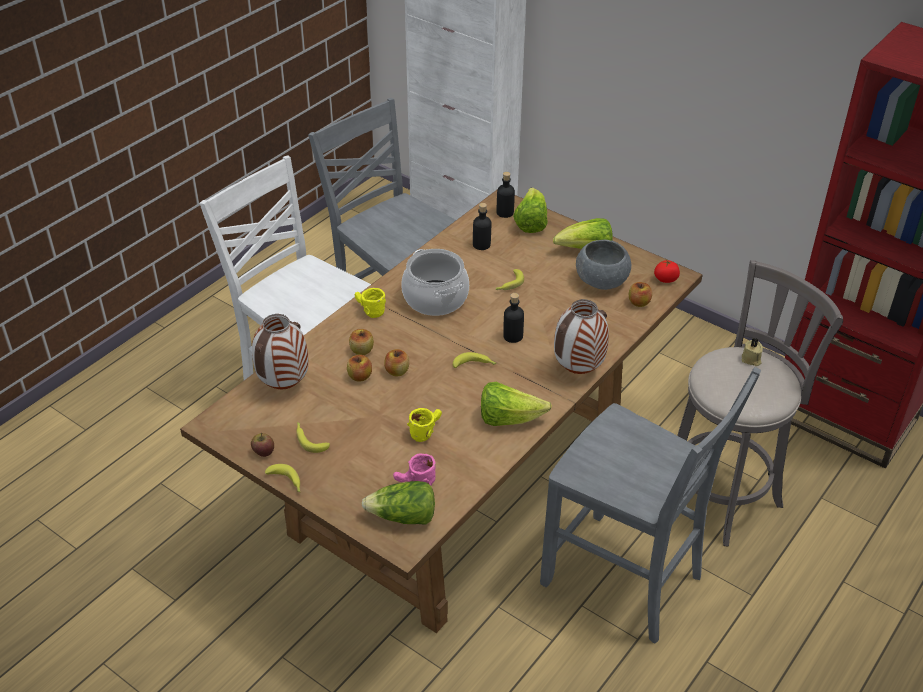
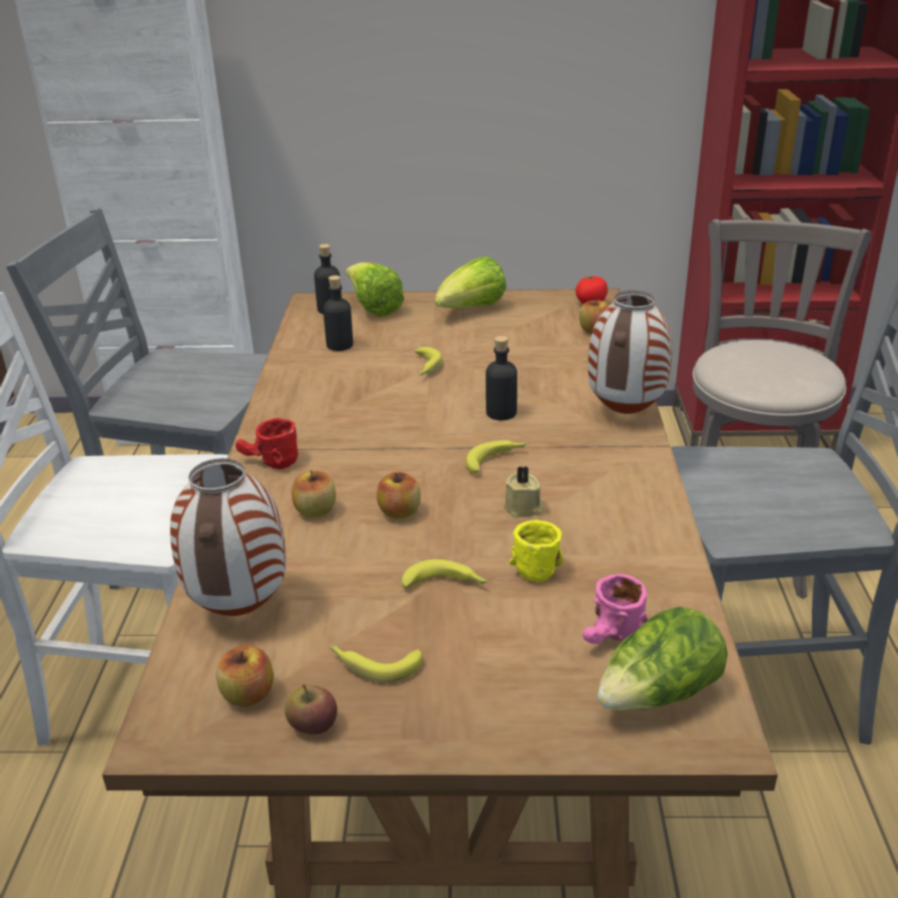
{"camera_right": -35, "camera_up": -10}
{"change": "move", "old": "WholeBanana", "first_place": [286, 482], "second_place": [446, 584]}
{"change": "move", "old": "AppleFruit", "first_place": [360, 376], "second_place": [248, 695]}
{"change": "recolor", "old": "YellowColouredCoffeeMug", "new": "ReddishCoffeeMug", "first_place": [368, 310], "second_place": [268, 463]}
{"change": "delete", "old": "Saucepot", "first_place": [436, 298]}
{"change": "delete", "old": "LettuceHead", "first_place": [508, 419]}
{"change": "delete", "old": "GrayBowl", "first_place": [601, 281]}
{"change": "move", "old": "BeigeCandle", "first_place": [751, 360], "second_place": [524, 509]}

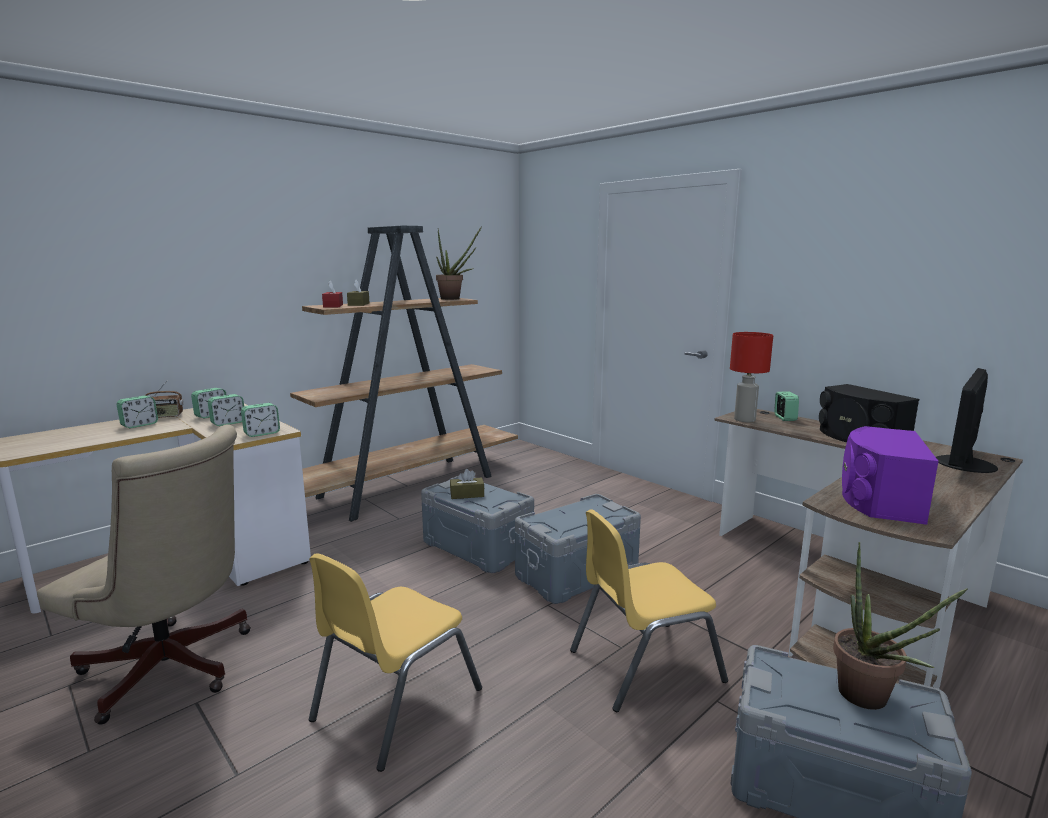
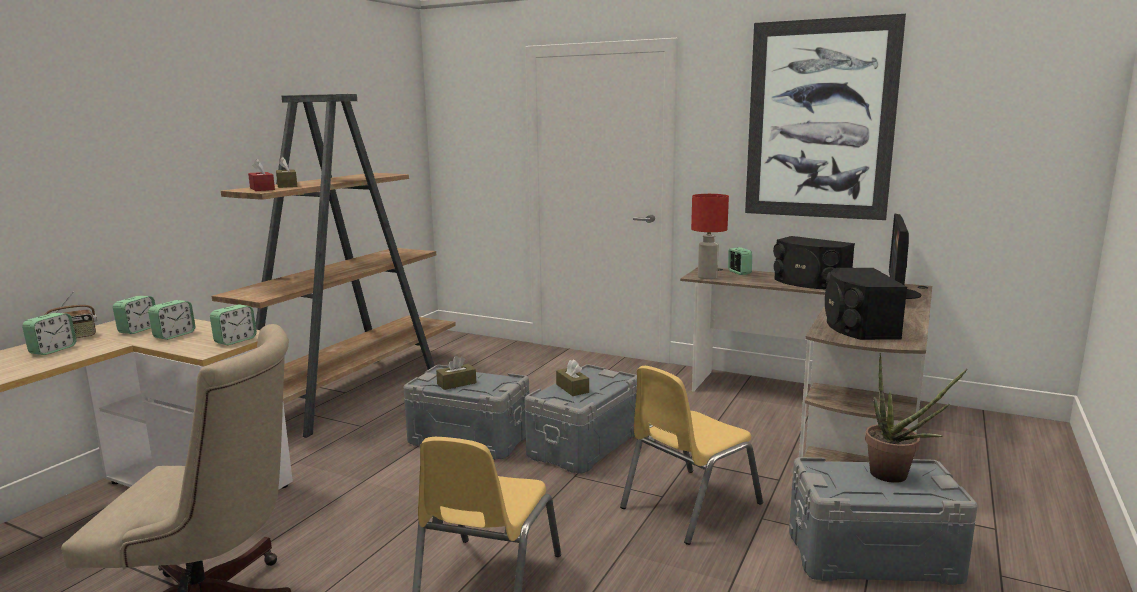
{"camera_right": -20, "camera_up": 0}
{"change": "delete", "old": "PottedPlant", "first_place": [454, 299]}
{"change": "recolor", "old": "PurpleLoudspeaker", "new": "BlackLoudspeaker", "first_place": [879, 499], "second_place": [857, 326]}
{"change": "insert", "new": "BrownishTissueBox", "second_place": [572, 388]}
{"change": "insert", "new": "WallArt", "second_place": [819, 120]}

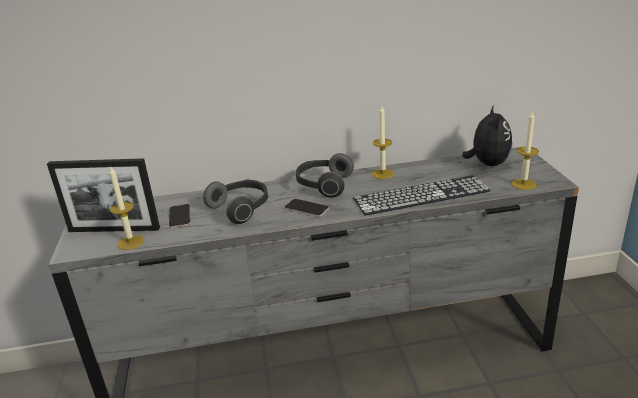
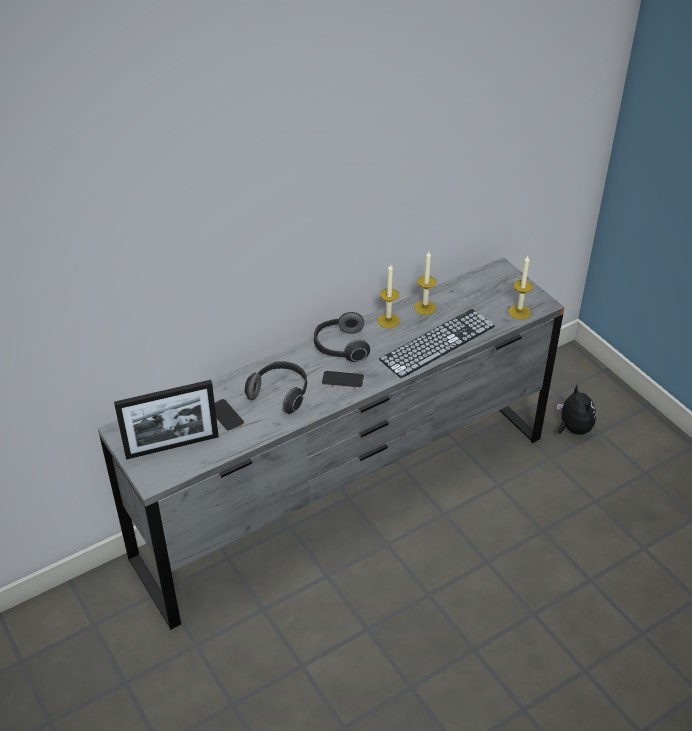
{"camera_right": -25, "camera_up": 15}
{"change": "move", "old": "Candle", "first_place": [131, 242], "second_place": [425, 307]}
{"change": "move", "old": "CuddlyToy", "first_place": [487, 164], "second_place": [573, 429]}

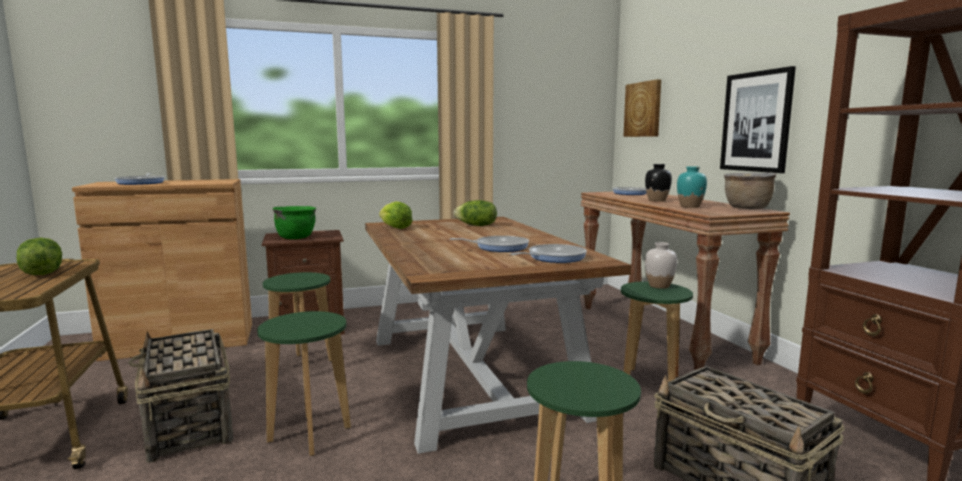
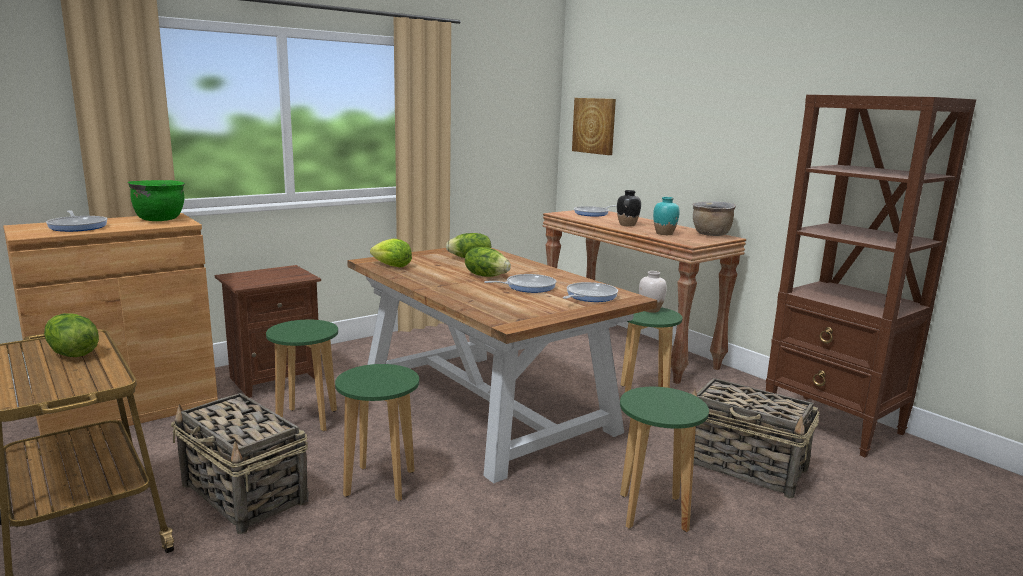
{"camera_right": -20, "camera_up": 5}
{"change": "move", "old": "GreenishSaucepot", "first_place": [296, 237], "second_place": [160, 219]}
{"change": "delete", "old": "WallArt", "first_place": [756, 122]}
{"change": "insert", "new": "LettuceHead", "second_place": [486, 276]}

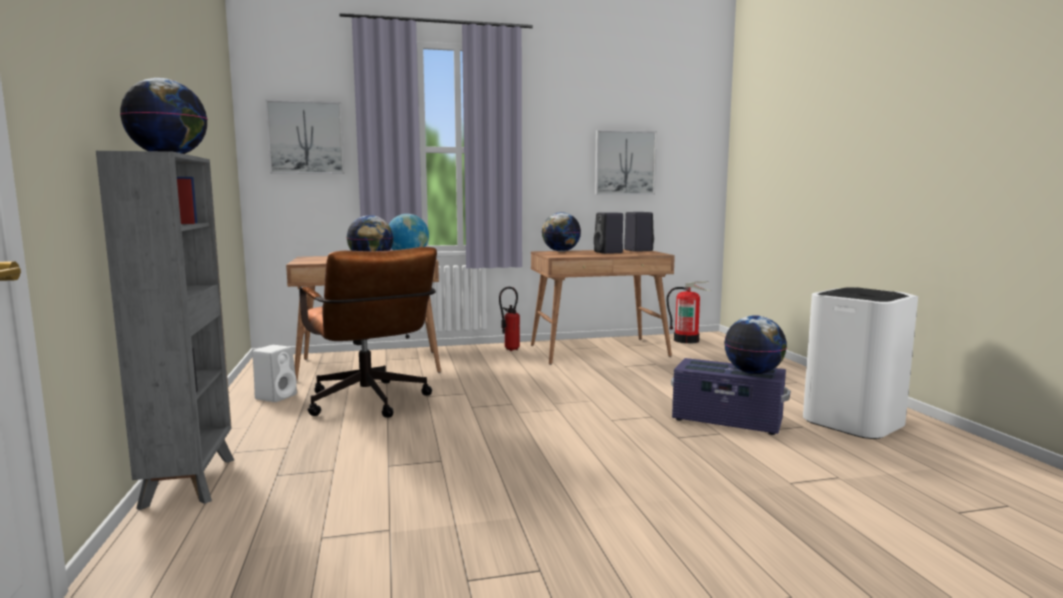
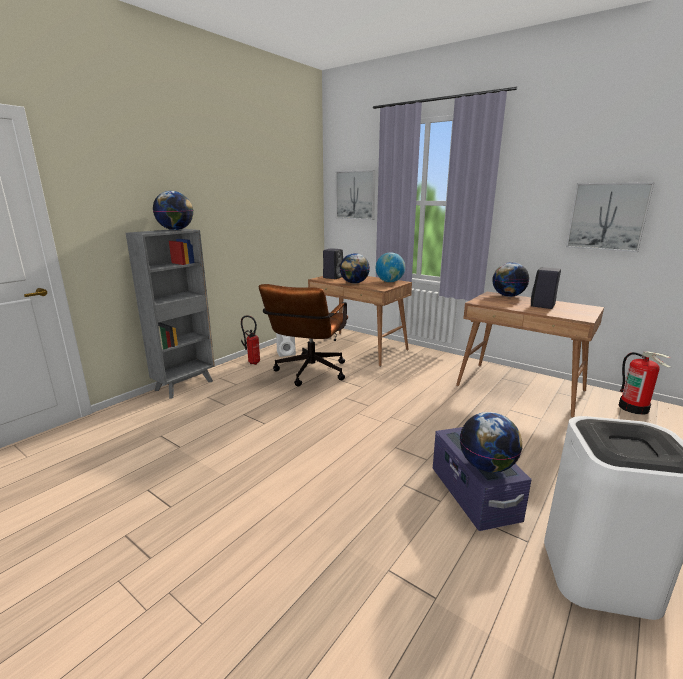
{"camera_right": 50, "camera_up": 10}
{"change": "move", "old": "Extinguisher", "first_place": [509, 349], "second_place": [252, 362]}
{"change": "move", "old": "BlackLoudspeaker", "first_place": [637, 250], "second_place": [333, 277]}

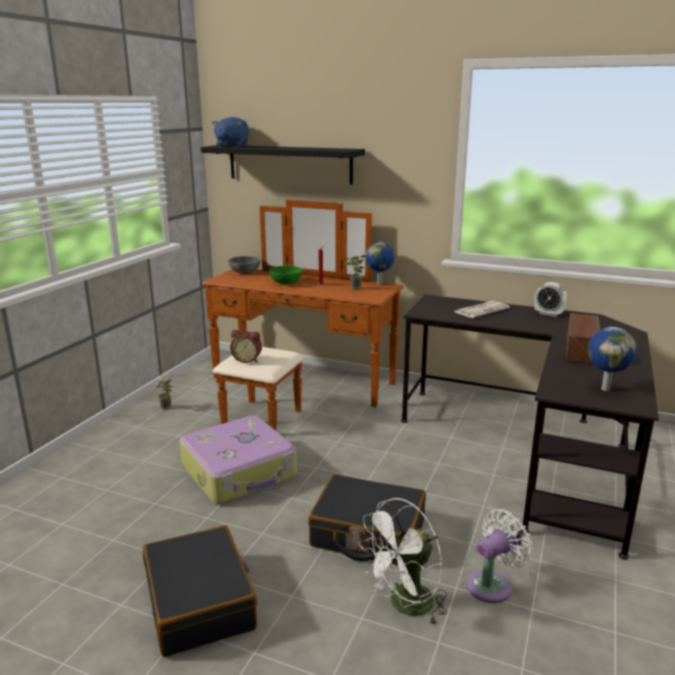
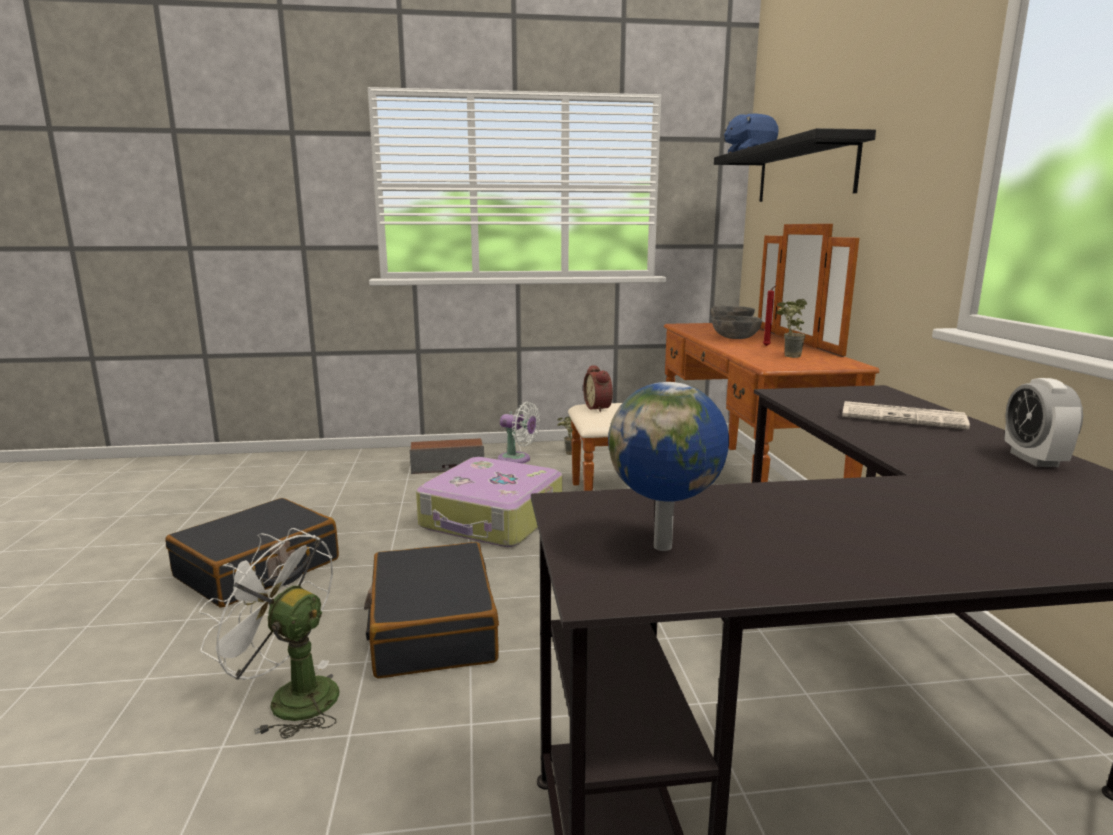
{"camera_right": 60, "camera_up": -5}
{"change": "recolor", "old": "GreenishBowl", "new": "GrayBowl", "first_place": [285, 282], "second_place": [735, 338]}
{"change": "delete", "old": "WorldGlobe", "first_place": [380, 284]}
{"change": "move", "old": "WhiteElectricFan", "first_place": [492, 585], "second_place": [517, 459]}
{"change": "move", "old": "Loudspeaker", "first_place": [580, 349], "second_place": [447, 467]}

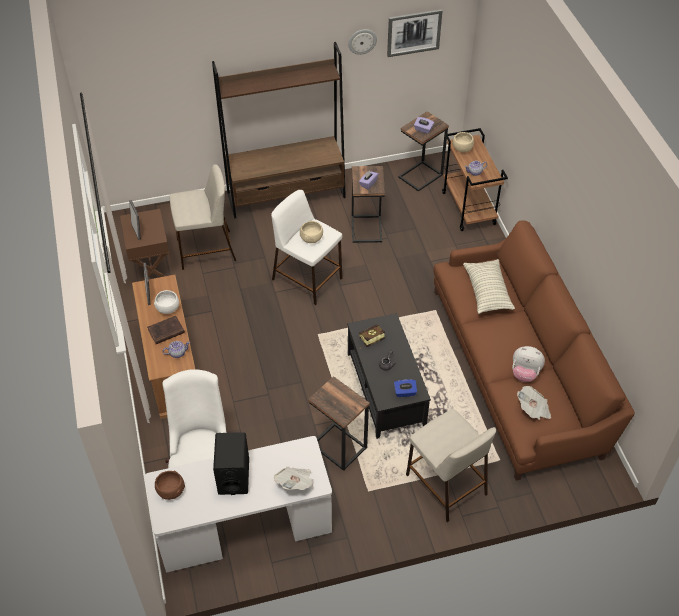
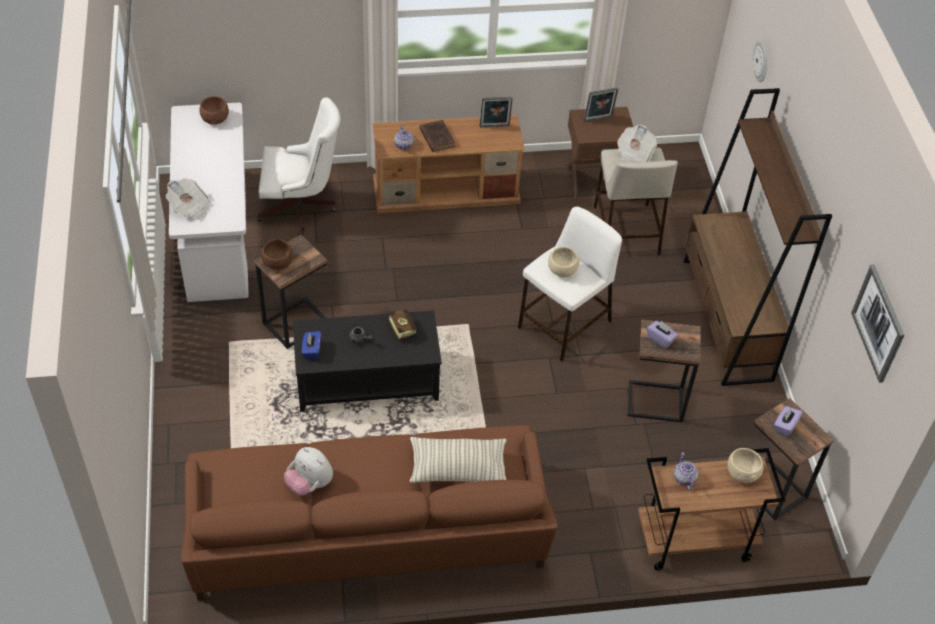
{"camera_right": 95, "camera_up": 0}
{"change": "delete", "old": "WhiteBowl", "first_place": [168, 308]}
{"change": "delete", "old": "BlackLoudspeaker", "first_place": [233, 476]}
{"change": "move", "old": "HangingClock", "first_place": [362, 41], "second_place": [761, 61]}
{"change": "delete", "old": "BeigeStool", "first_place": [445, 484]}
{"change": "rotate", "old": "CuddlyToy", "first_place": [525, 373], "second_place": [310, 484], "degrees": -75}
{"change": "move", "old": "DailyPaper", "first_place": [533, 409], "second_place": [633, 155]}
{"change": "insert", "new": "BrownishBowl", "second_place": [277, 263]}

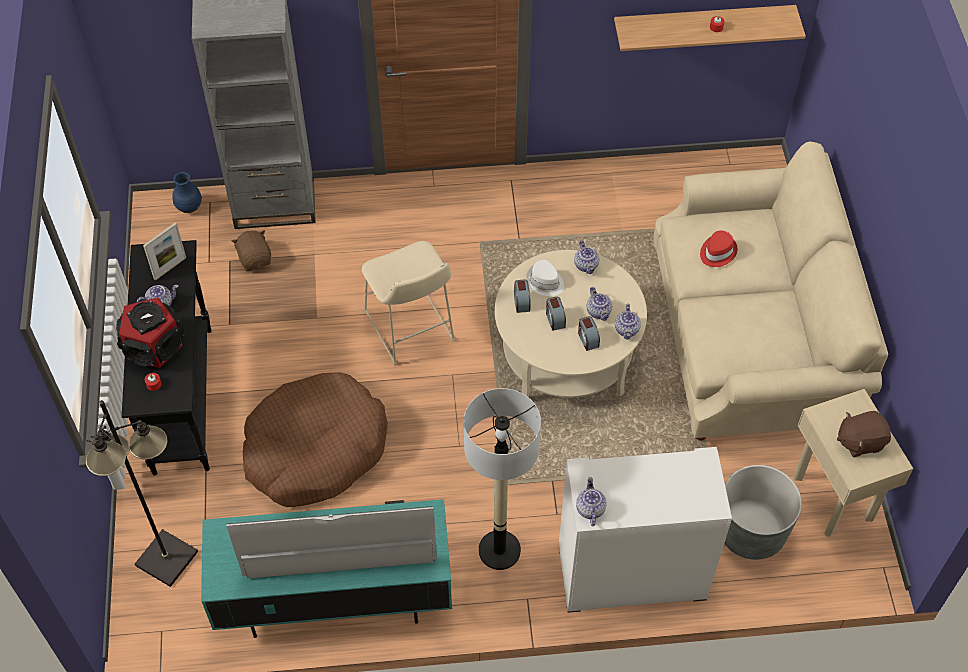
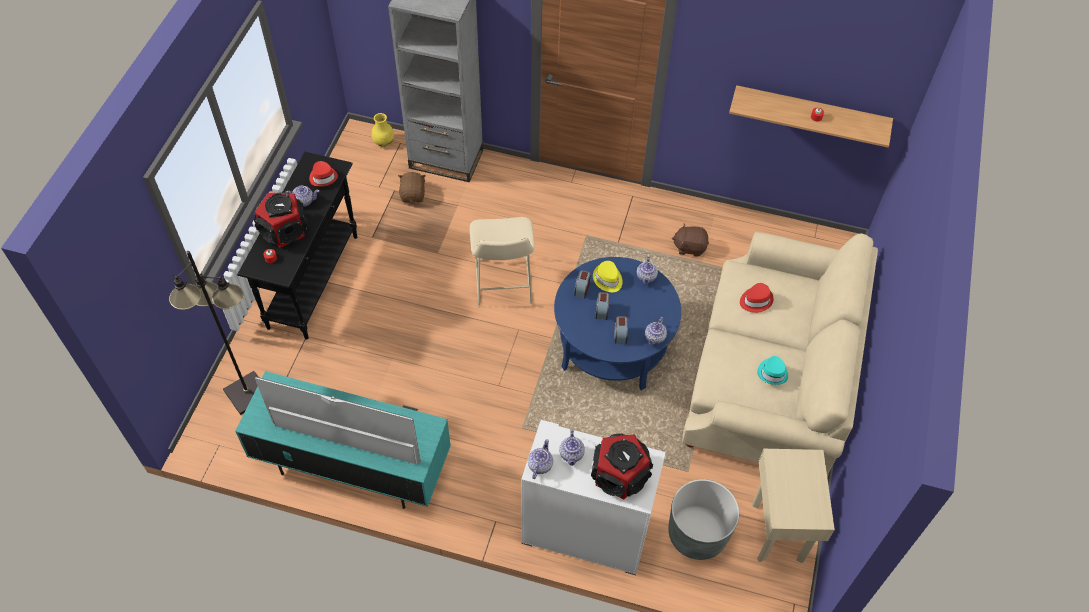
{"camera_right": 20, "camera_up": 0}
{"change": "replace", "old": "StandingFrame", "new": "ReddishHat", "first_place": [170, 268], "second_place": [323, 177]}
{"change": "recolor", "old": "BlueVase", "new": "YellowColouredVase", "first_place": [189, 207], "second_place": [384, 142]}
{"change": "delete", "old": "BrownishPetBed", "first_place": [315, 449]}
{"change": "delete", "old": "FloorLamp", "first_place": [499, 550]}
{"change": "recolor", "old": "BeigeLoungeTable", "new": "BlueLoungeTable", "first_place": [566, 357], "second_place": [613, 345]}
{"change": "recolor", "old": "WhiteHat", "new": "YellowColouredHat", "first_place": [545, 282], "second_place": [607, 279]}
{"change": "move", "old": "PotForTea", "first_place": [599, 312], "second_place": [572, 454]}
{"change": "move", "old": "BrownishCuddlyToy", "first_place": [860, 441], "second_place": [689, 247]}
{"change": "insert", "new": "Loudspeaker", "second_place": [619, 474]}
{"change": "insert", "new": "TurquoiseHat", "second_place": [772, 372]}

